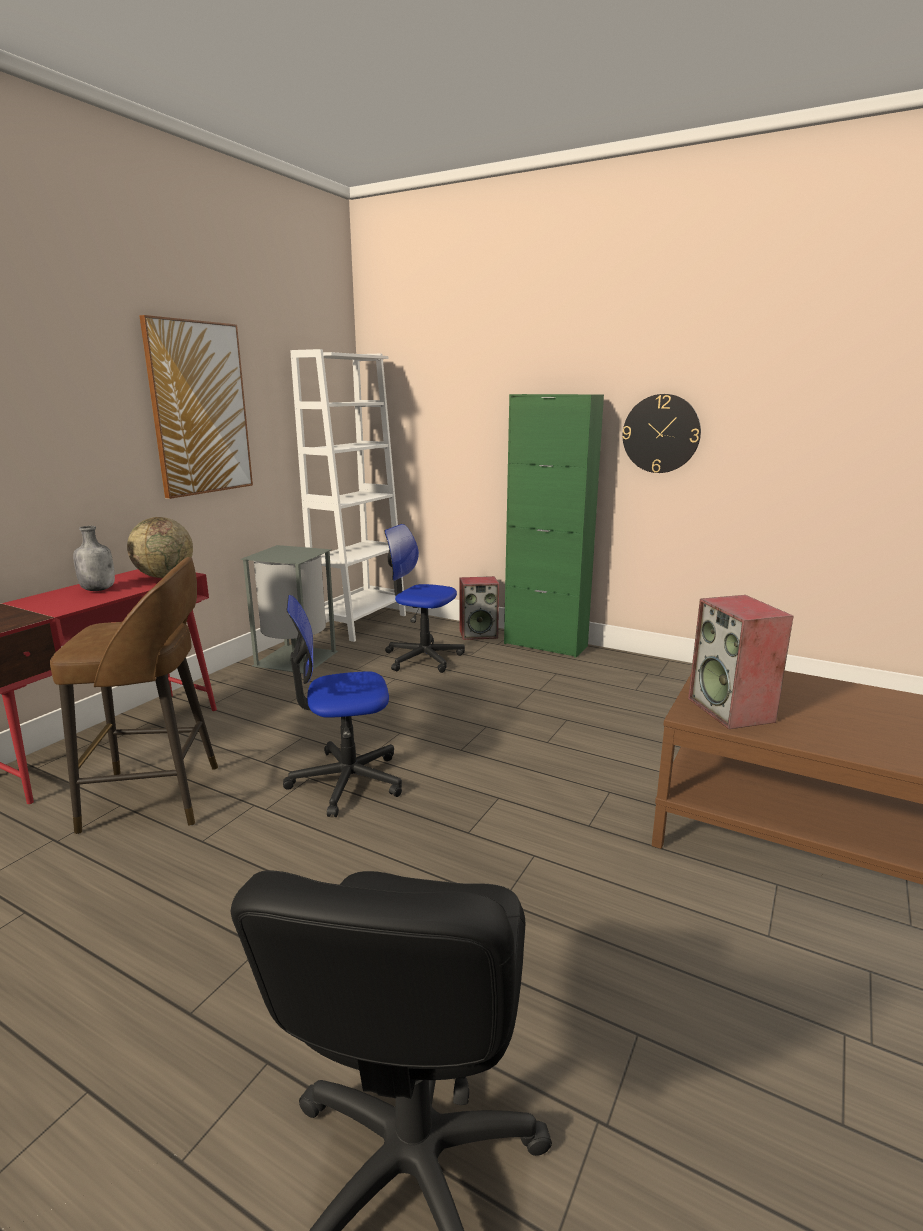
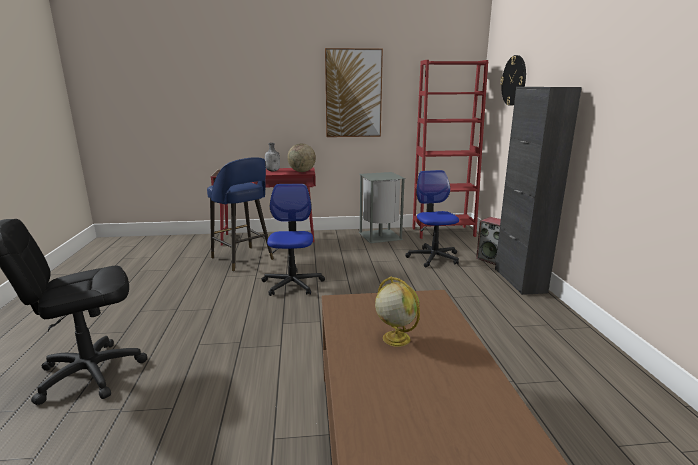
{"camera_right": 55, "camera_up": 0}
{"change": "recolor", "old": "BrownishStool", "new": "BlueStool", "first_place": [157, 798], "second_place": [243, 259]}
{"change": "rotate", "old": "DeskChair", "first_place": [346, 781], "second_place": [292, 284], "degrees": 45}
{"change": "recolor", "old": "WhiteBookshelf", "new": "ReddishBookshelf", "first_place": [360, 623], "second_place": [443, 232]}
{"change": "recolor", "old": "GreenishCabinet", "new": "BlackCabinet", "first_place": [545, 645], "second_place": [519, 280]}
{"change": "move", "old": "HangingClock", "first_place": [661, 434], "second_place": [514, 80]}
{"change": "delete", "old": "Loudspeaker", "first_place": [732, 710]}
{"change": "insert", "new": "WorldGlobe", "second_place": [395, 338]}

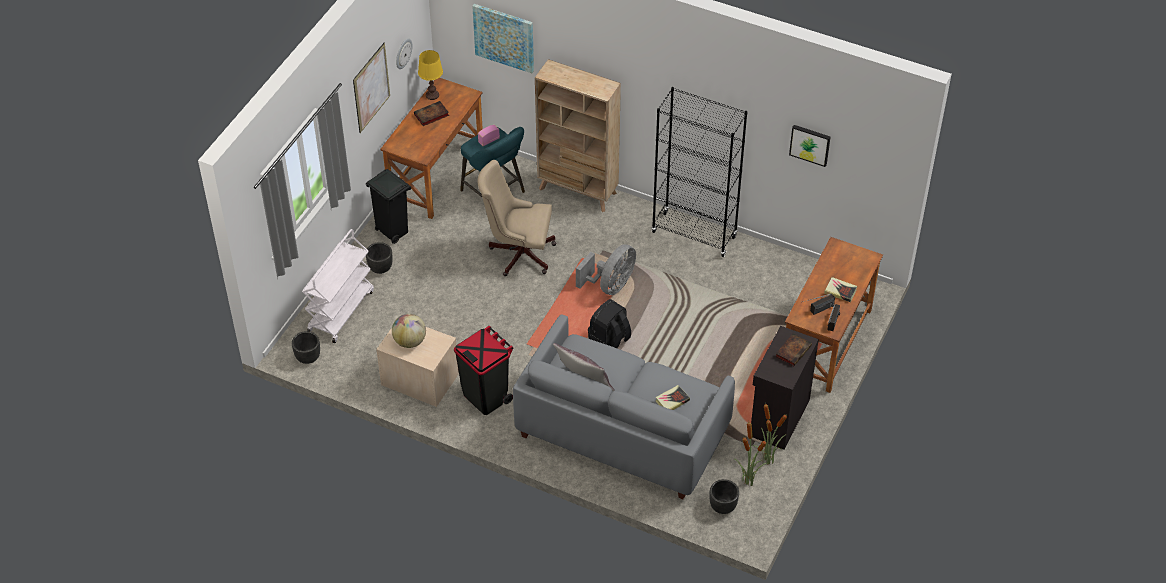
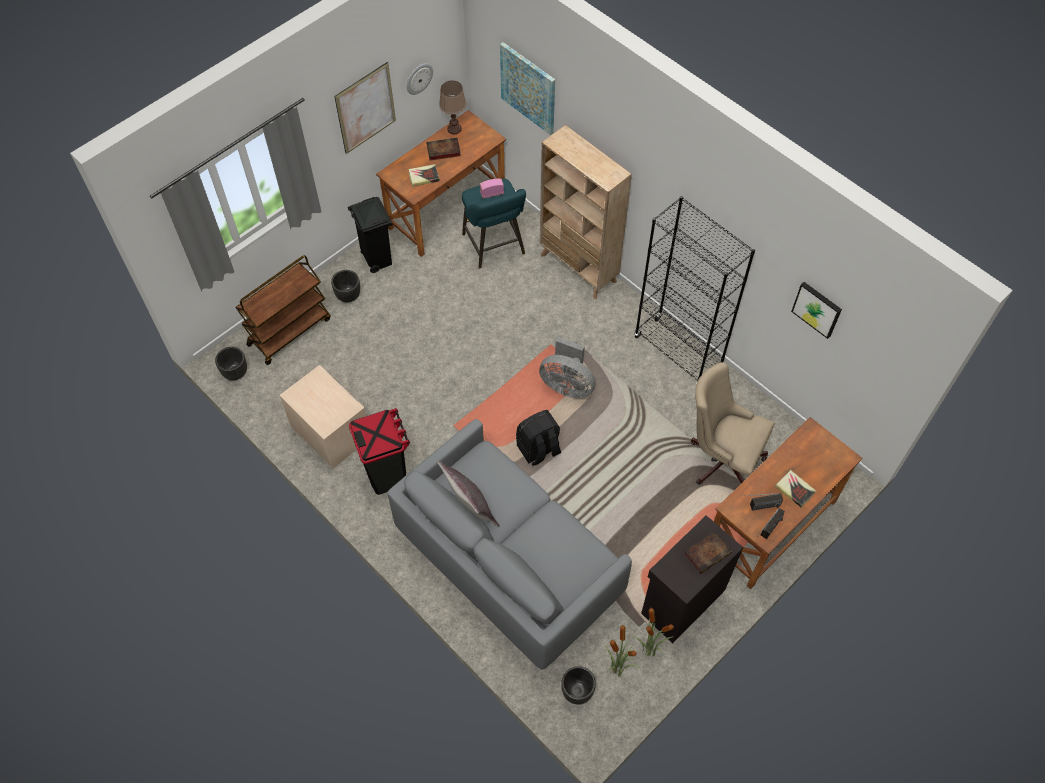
{"camera_right": 20, "camera_up": 10}
{"change": "recolor", "old": "WhiteTrolley", "new": "BrownishTrolley", "first_place": [341, 311], "second_place": [289, 331]}
{"change": "delete", "old": "WorldGlobe", "first_place": [410, 341]}
{"change": "recolor", "old": "YellowColouredLampForATable", "new": "BrownishLampForATable", "first_place": [432, 95], "second_place": [454, 129]}
{"change": "move", "old": "BeigeDeskChair", "first_place": [518, 253], "second_place": [721, 458]}
{"change": "rotate", "old": "GrayElectricFan", "first_place": [610, 285], "second_place": [567, 385], "degrees": 60}
{"change": "move", "old": "Book", "first_place": [672, 401], "second_place": [424, 177]}

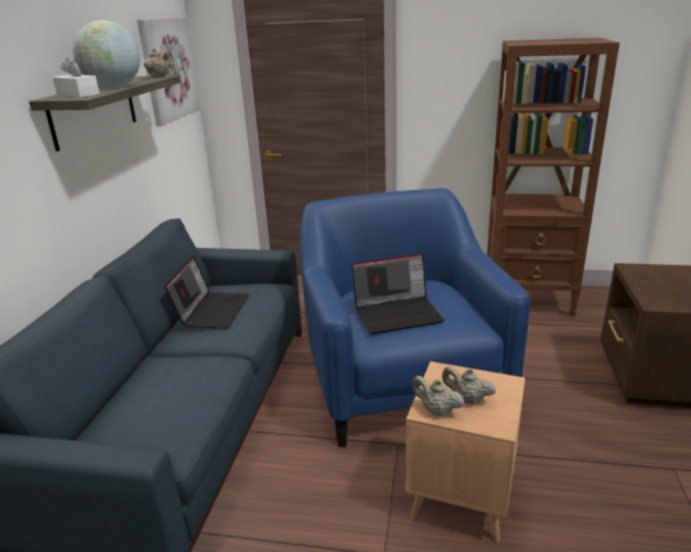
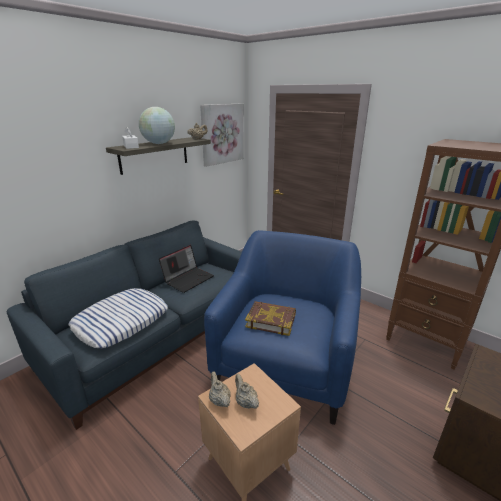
{"camera_right": 30, "camera_up": 0}
{"change": "replace", "old": "Laptop", "new": "Book", "first_place": [398, 313], "second_place": [271, 320]}
{"change": "insert", "new": "ThrowPillow", "second_place": [121, 321]}

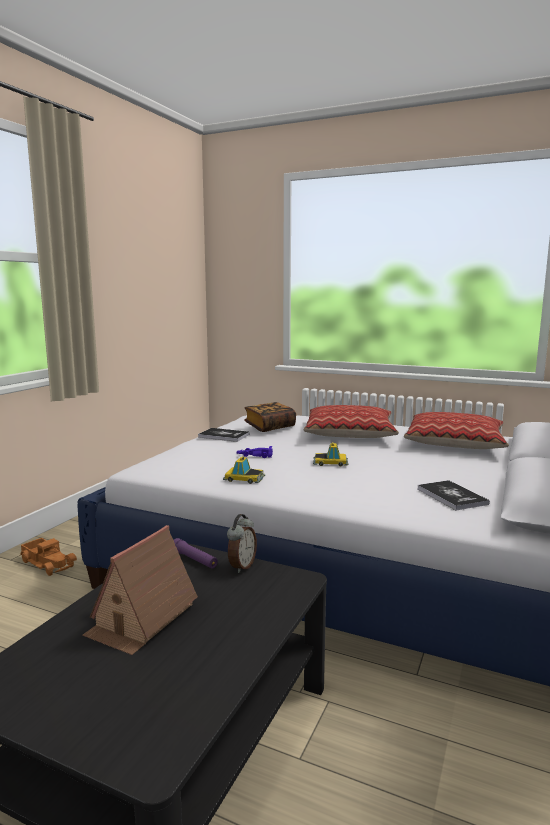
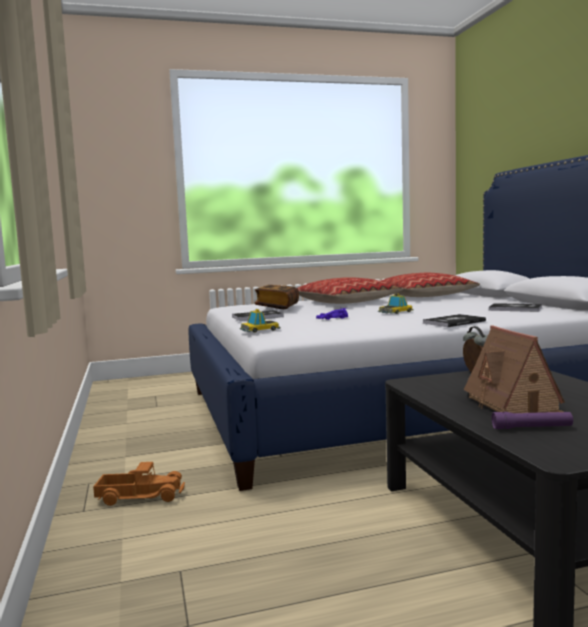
{"camera_right": -40, "camera_up": -5}
{"change": "move", "old": "PurpleHandTorch", "first_place": [194, 559], "second_place": [532, 427]}
{"change": "move", "old": "ModelCar", "first_place": [244, 478], "second_place": [260, 329]}
{"change": "insert", "new": "Book", "second_place": [454, 322]}

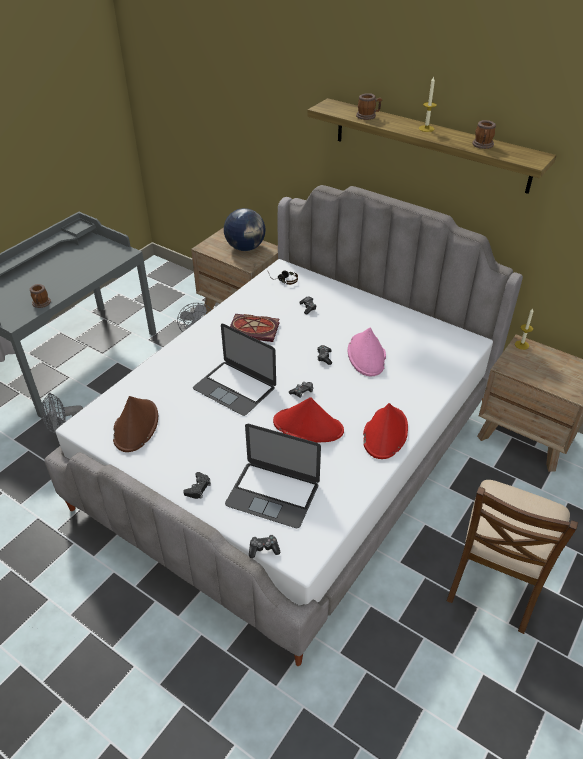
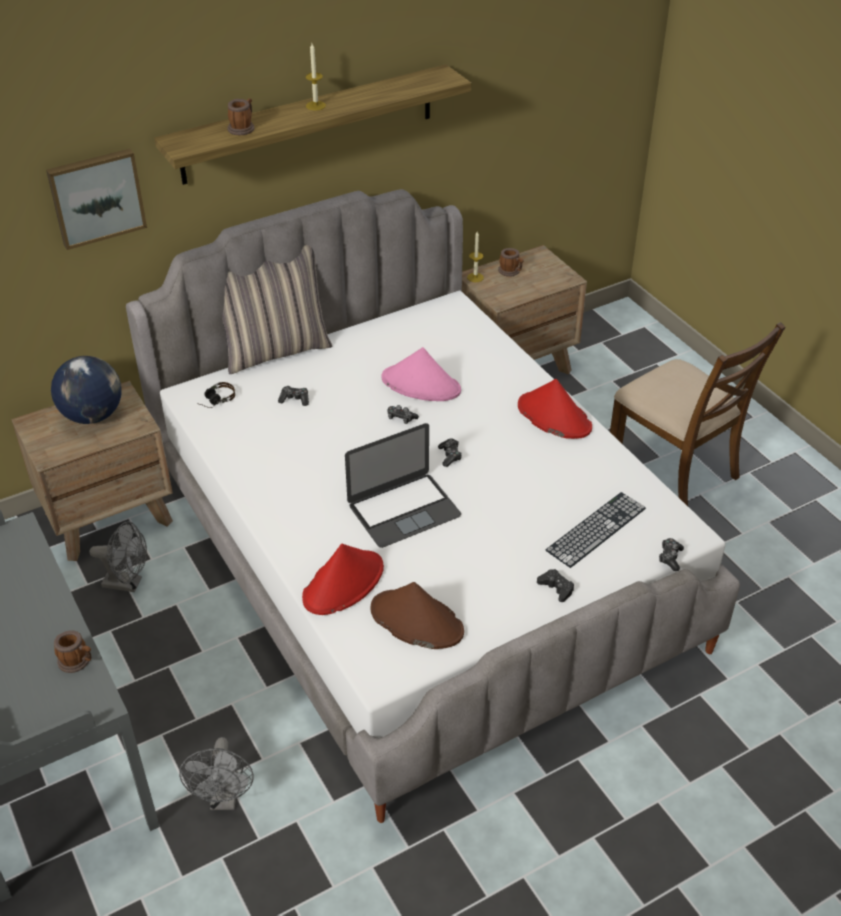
{"camera_right": -65, "camera_up": 0}
{"change": "replace", "old": "Laptop", "new": "PcKeyboard", "first_place": [273, 494], "second_place": [596, 529]}
{"change": "delete", "old": "Book", "first_place": [255, 329]}
{"change": "move", "old": "ReddishHat", "first_place": [308, 426], "second_place": [343, 583]}
{"change": "move", "old": "CoffeeMug", "first_place": [482, 145], "second_place": [511, 271]}
{"change": "insert", "new": "WallArt", "second_place": [96, 197]}
{"change": "insert", "new": "ThrowPillow", "second_place": [275, 350]}

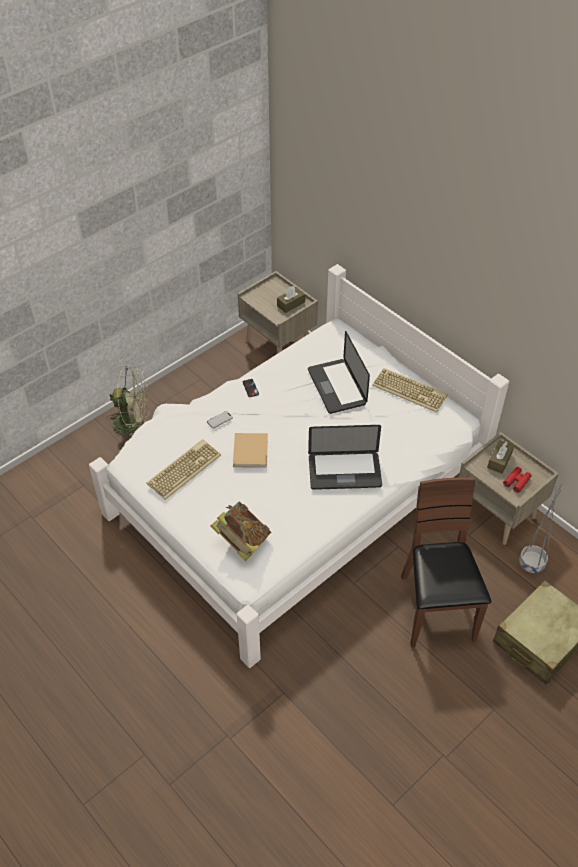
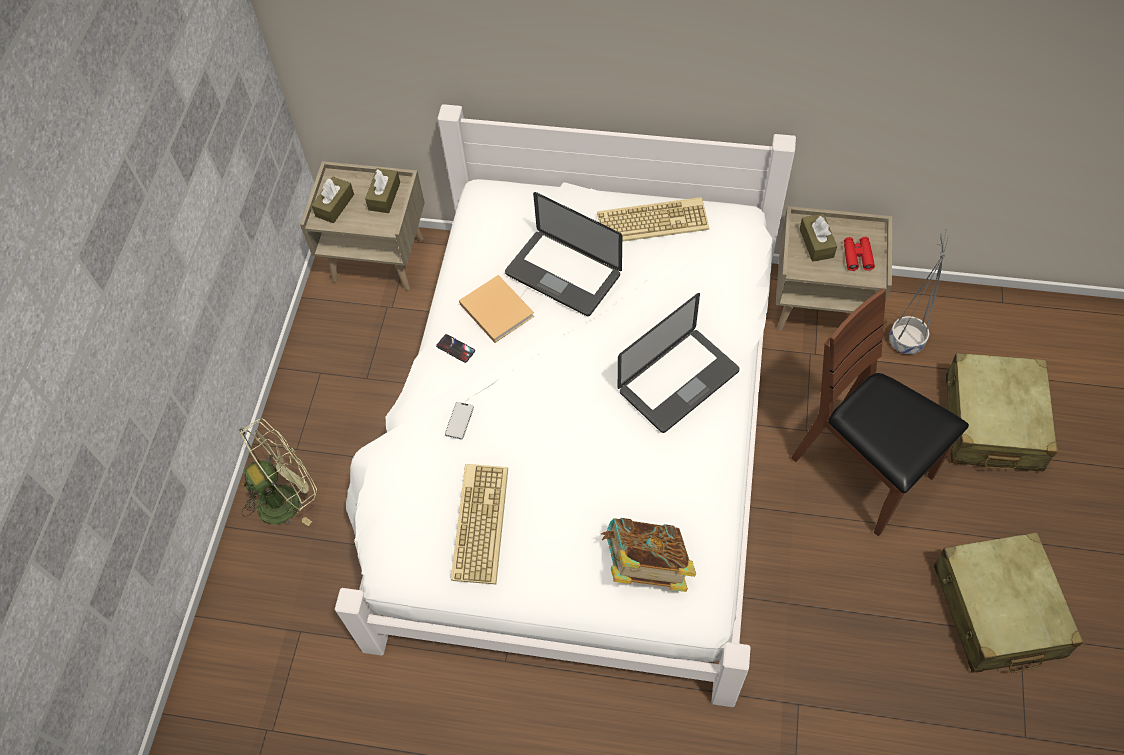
{"camera_right": -35, "camera_up": 10}
{"change": "move", "old": "BeigeBook", "first_place": [250, 450], "second_place": [495, 309]}
{"change": "insert", "new": "BrownishTissueBox", "second_place": [335, 205]}
{"change": "insert", "new": "BeigeTravelCase", "second_place": [997, 611]}

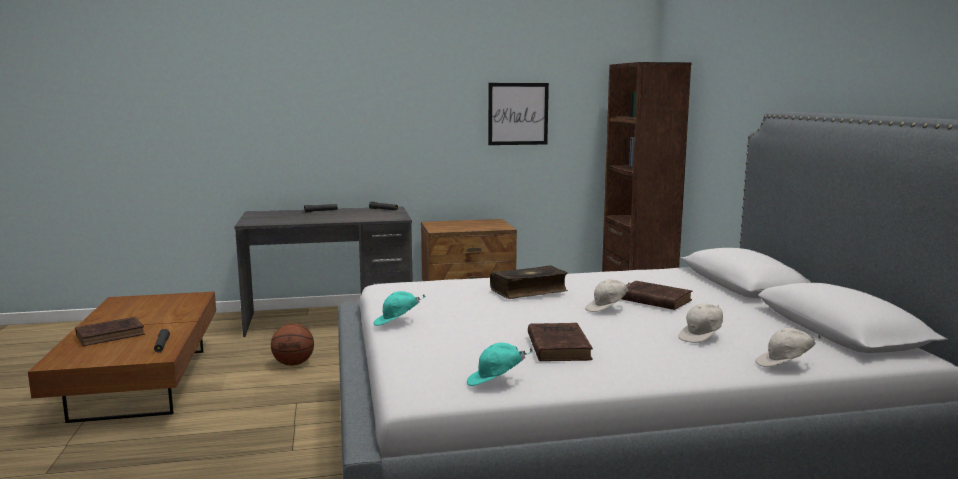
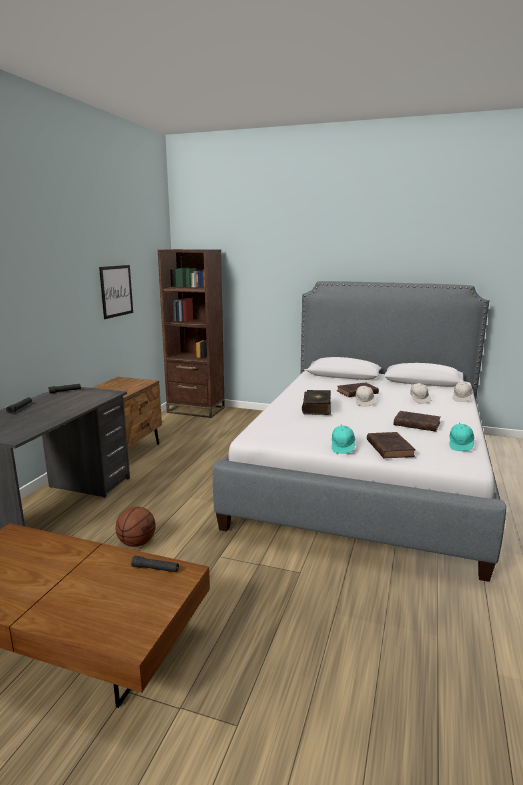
{"camera_right": -60, "camera_up": 5}
{"change": "move", "old": "BrownishBook", "first_place": [112, 335], "second_place": [389, 447]}

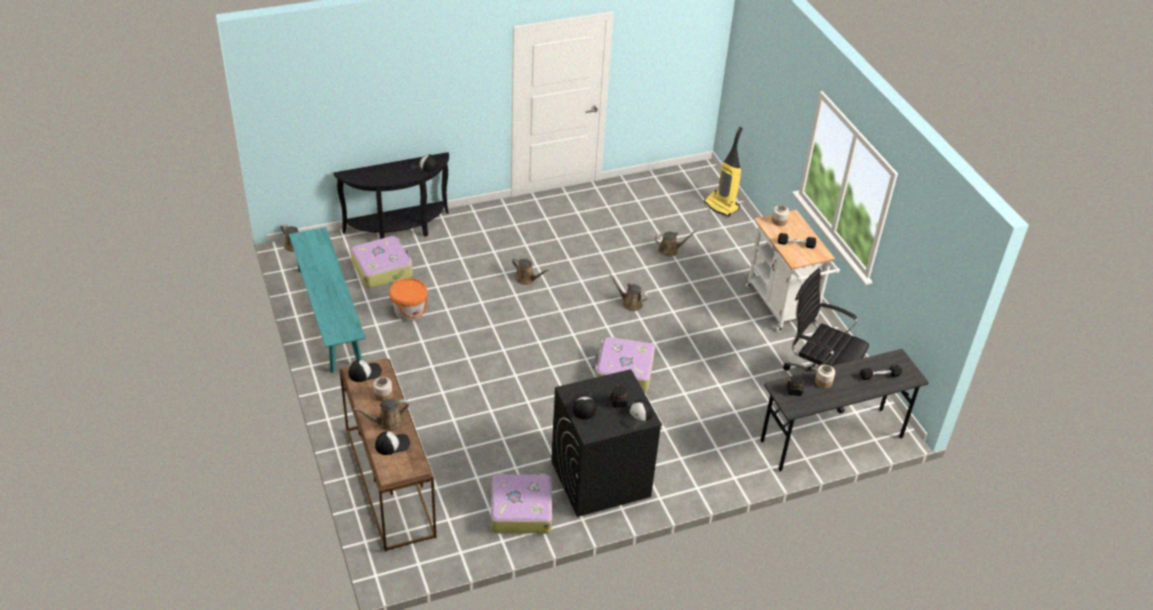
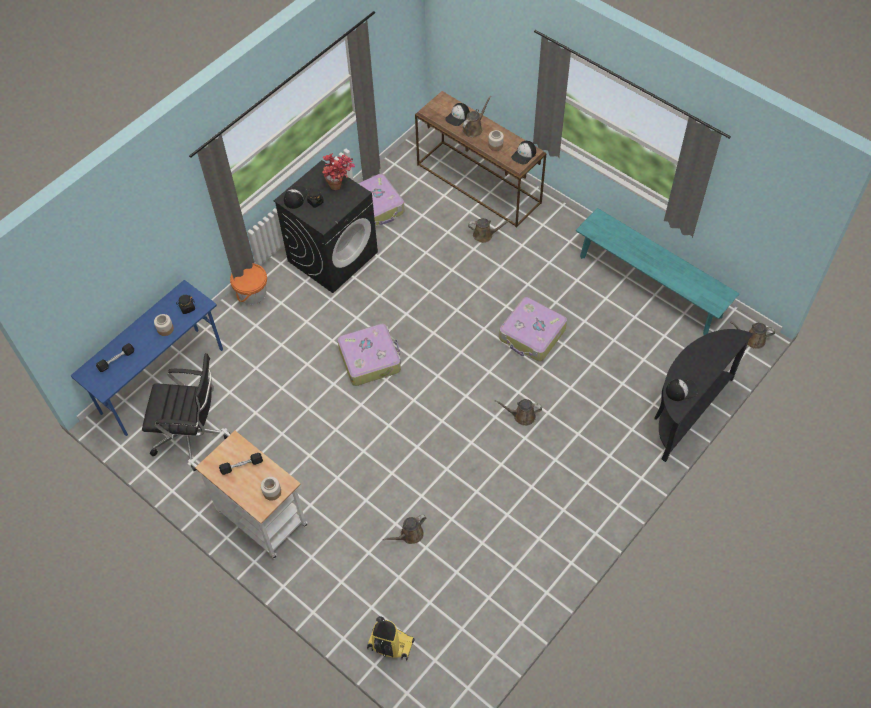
{"camera_right": 155, "camera_up": 15}
{"change": "move", "old": "TravelCase", "first_place": [382, 268], "second_place": [532, 335]}
{"change": "move", "old": "OrangeBucket", "first_place": [409, 311], "second_place": [252, 293]}
{"change": "replace", "old": "Cap", "new": "PottedPlant", "first_place": [583, 406], "second_place": [340, 186]}
{"change": "move", "old": "BrownishWateringCan", "first_place": [630, 303], "second_place": [485, 235]}
{"change": "recolor", "old": "GrayDeskTable", "new": "BlueDeskTable", "first_place": [831, 440], "second_place": [162, 380]}

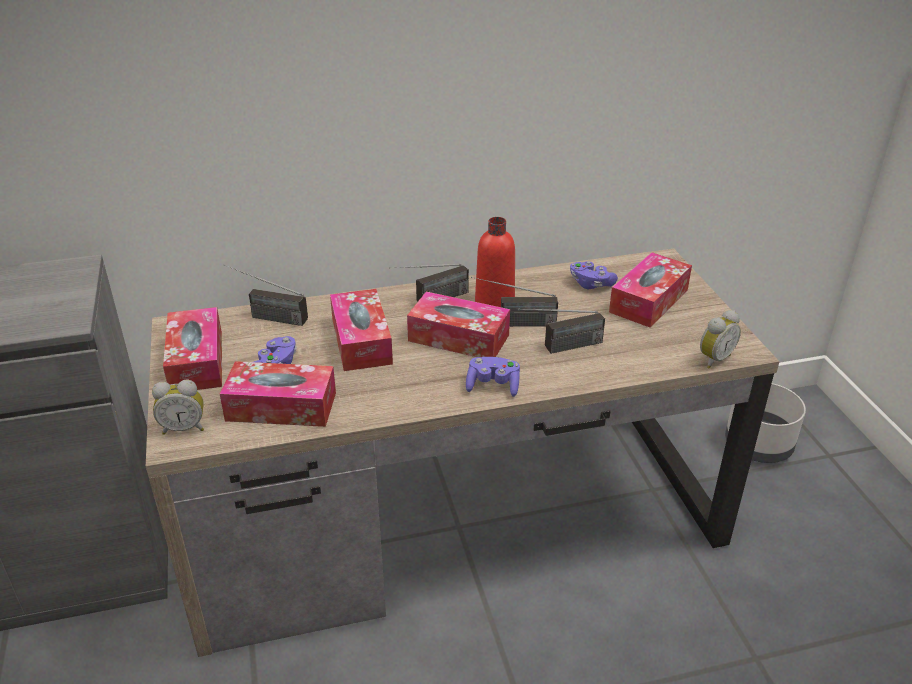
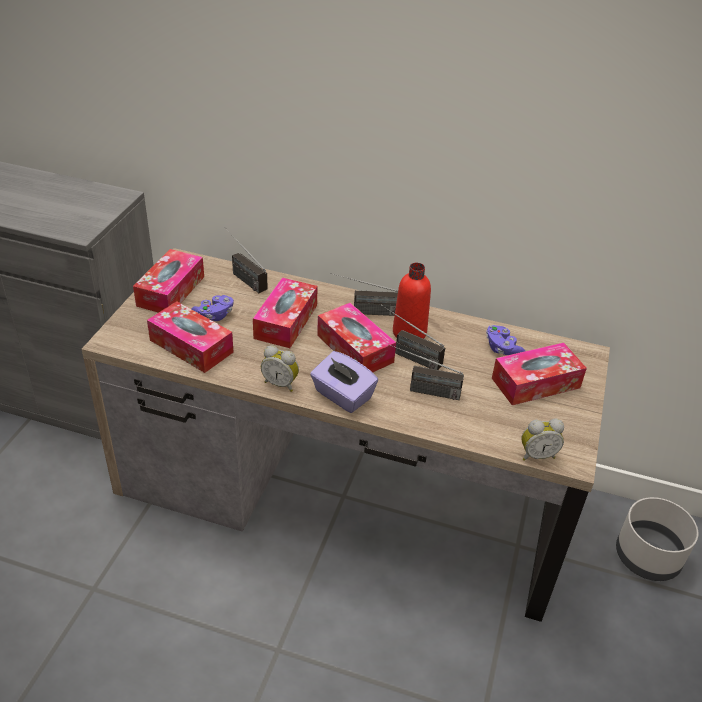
{"camera_right": 30, "camera_up": 5}
{"change": "move", "old": "TableClock", "first_place": [184, 427], "second_place": [281, 383]}
{"change": "replace", "old": "PurpleGamepad", "new": "PurpleTissueBox", "first_place": [493, 385], "second_place": [342, 396]}

